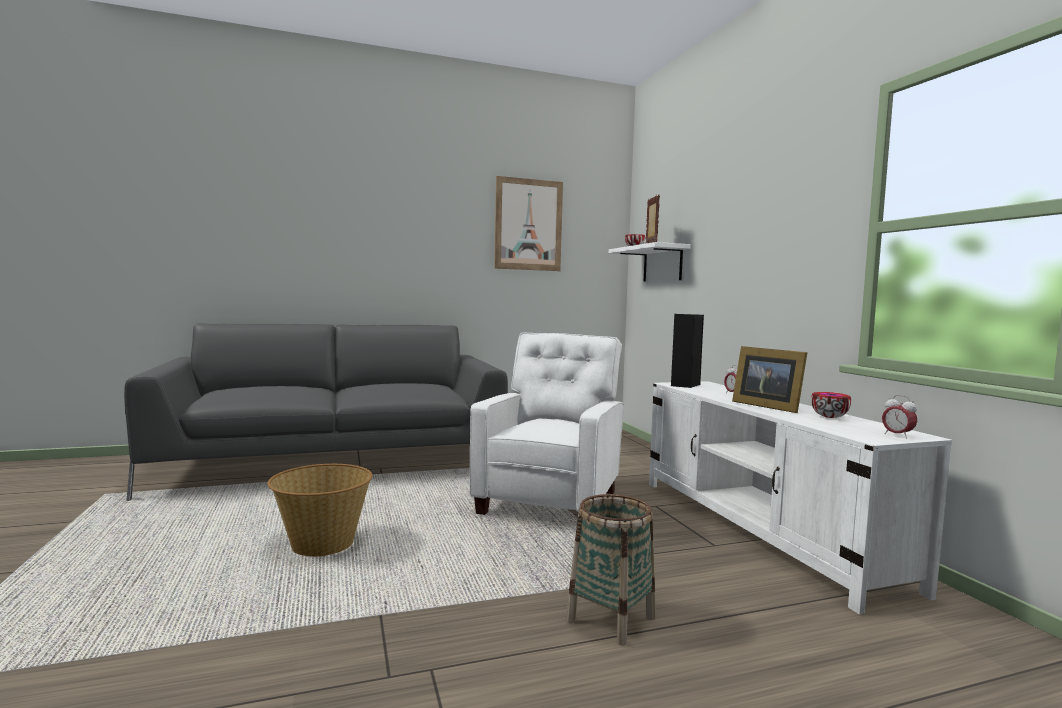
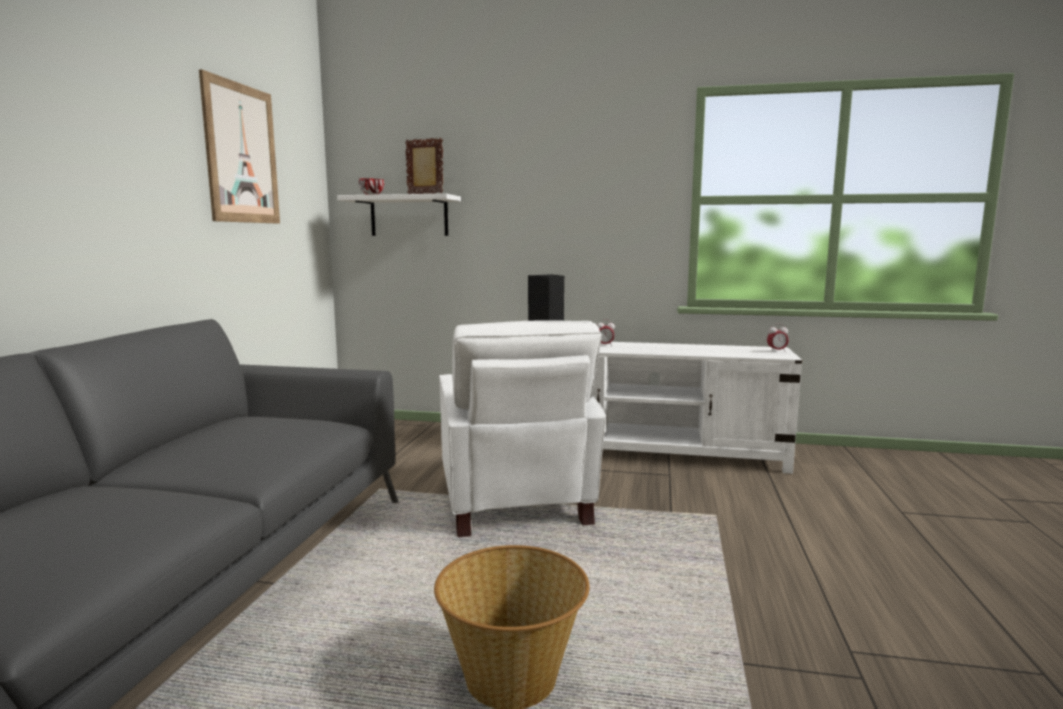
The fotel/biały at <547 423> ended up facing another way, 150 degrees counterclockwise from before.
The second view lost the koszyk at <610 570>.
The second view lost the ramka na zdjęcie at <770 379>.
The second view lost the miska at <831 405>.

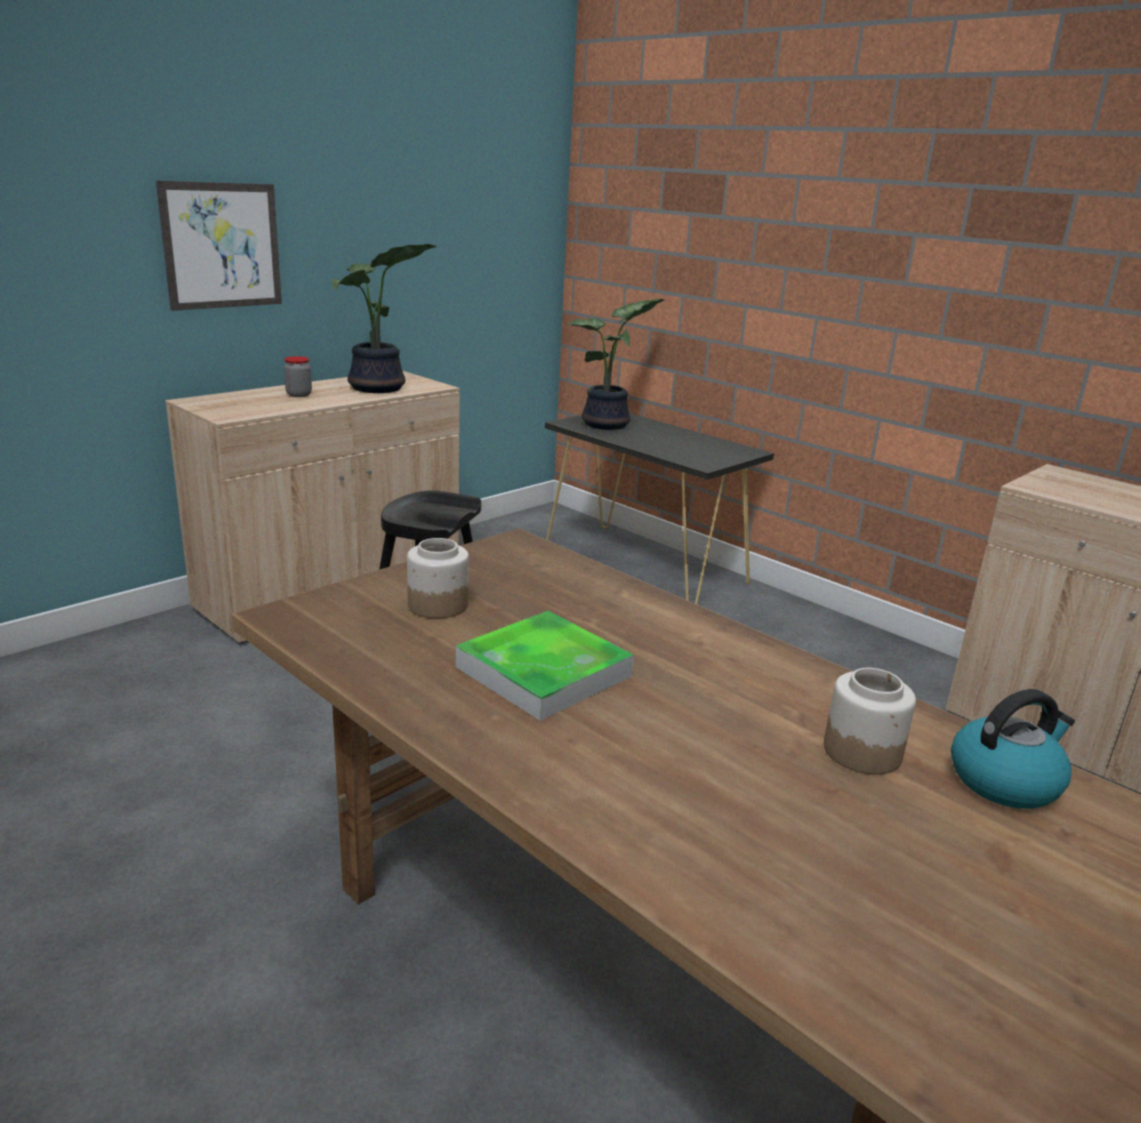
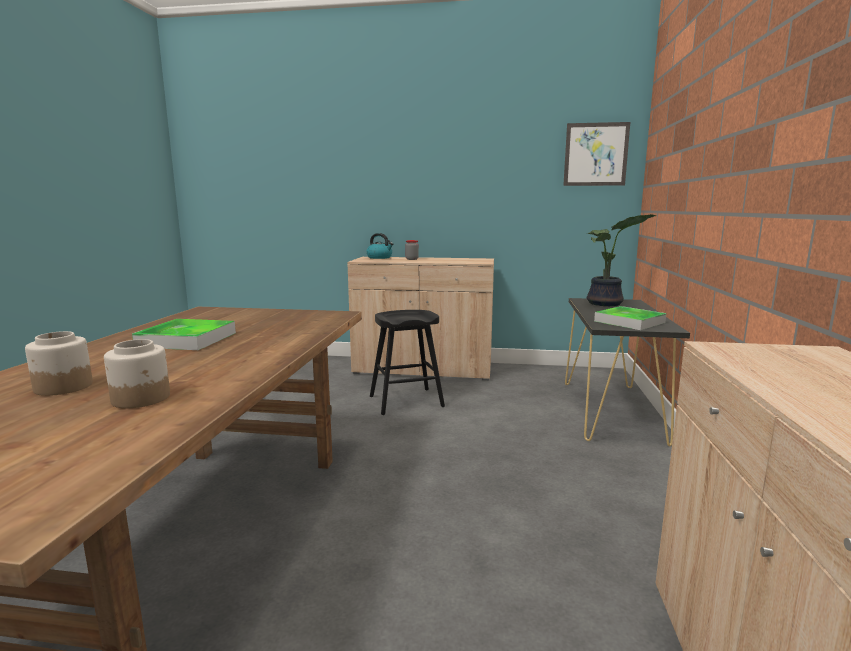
The obraz ended up elsewhere, having gone from <219 246> to <596 154>.
The second view lost the roślina doniczkowa at <384 318>.
The słoik ended up elsewhere, having gone from <438 578> to <59 363>.
The czajnik ended up elsewhere, having gone from <1013 749> to <380 246>.
The second view gained the taca at <630 318>.

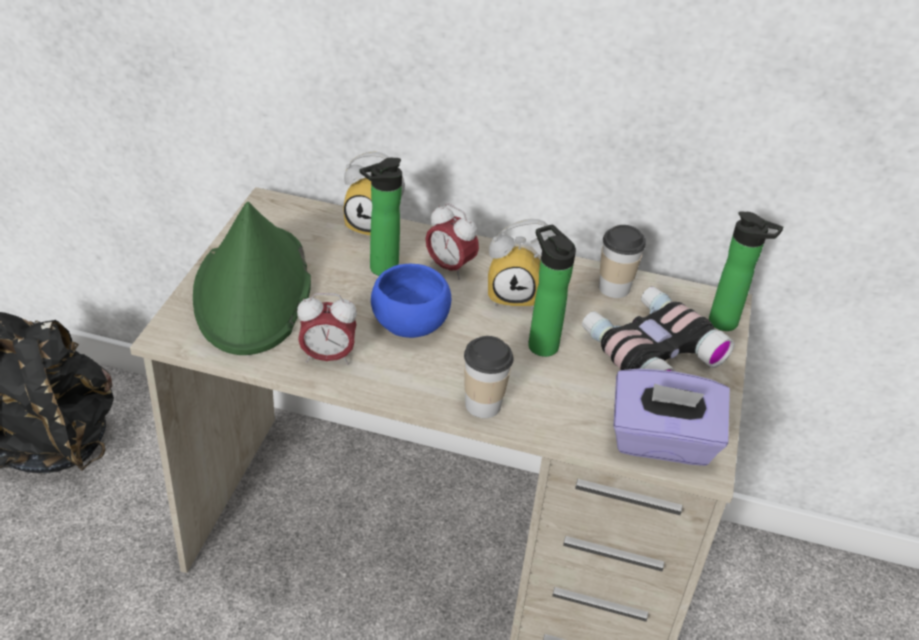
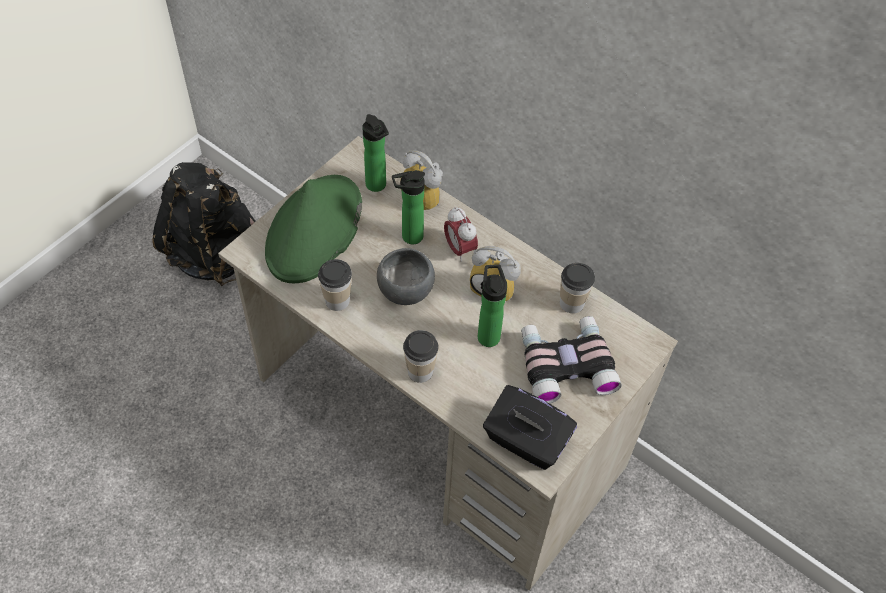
Where the budzik stood at <327 329>, the filiżanka came to stand at <335 285>.
What was the miska/niebieski at <411 301> turned into the miska/szary at <406 276>.
What was the pudełko chusteczek/fioletowy at <672 417> turned into the pudełko chusteczek/czarny at <530 427>.
The butelka ended up elsewhere, having gone from <746 271> to <375 153>.

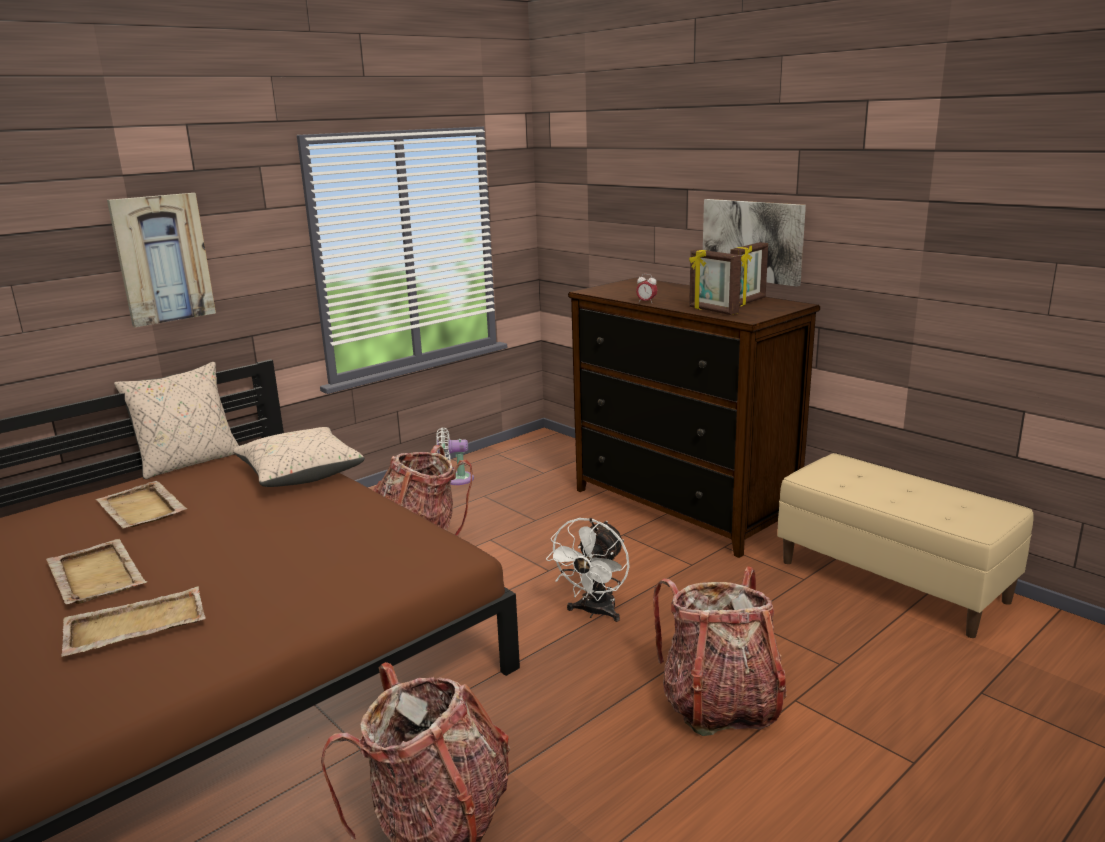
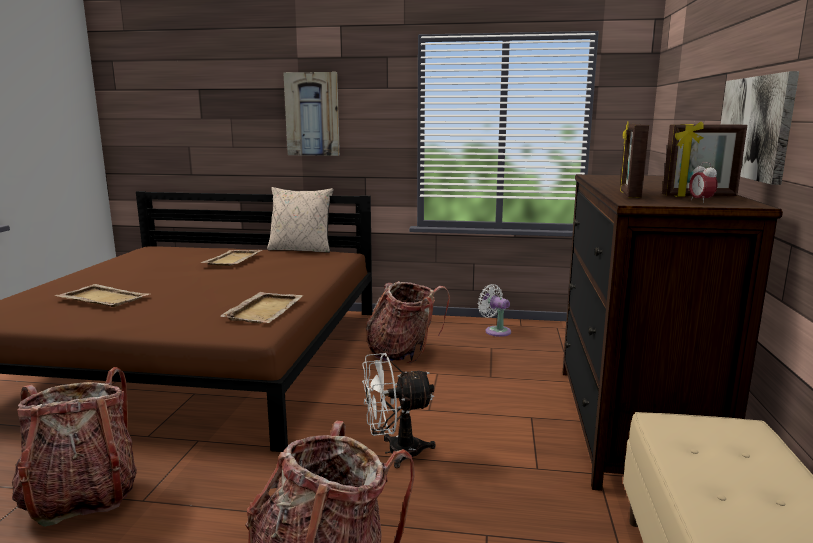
The taca/beżowy ended up elsewhere, having gone from <97 571> to <262 307>.
The second view lost the poduszka/beżowy at <299 457>.
The budzik ended up elsewhere, having gone from <646 288> to <703 182>.

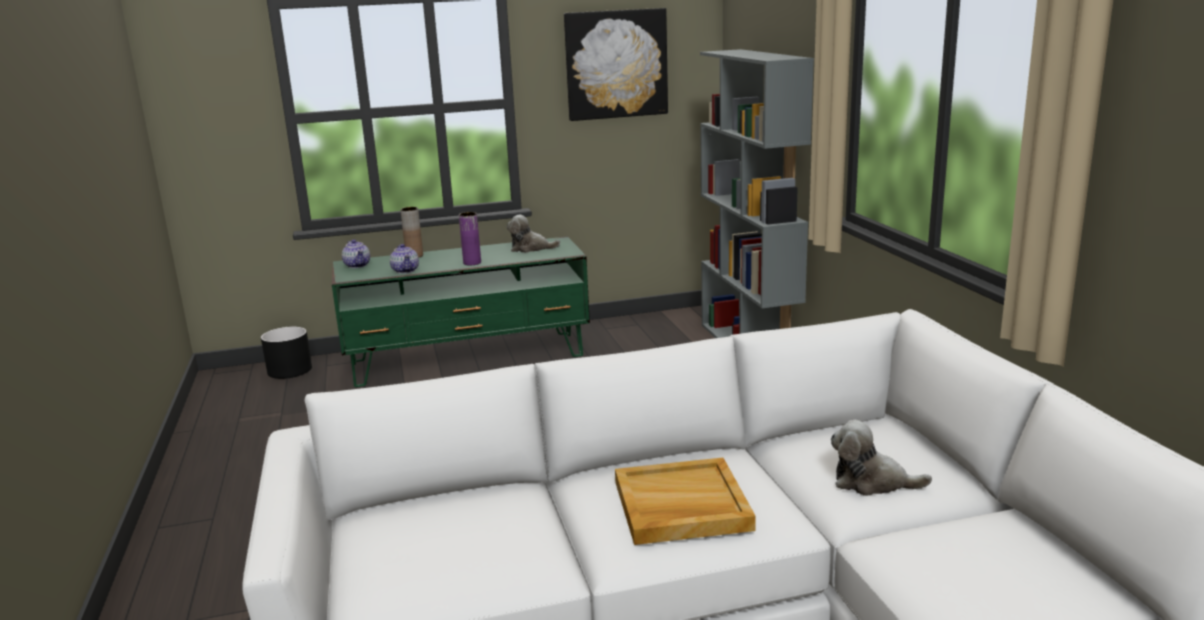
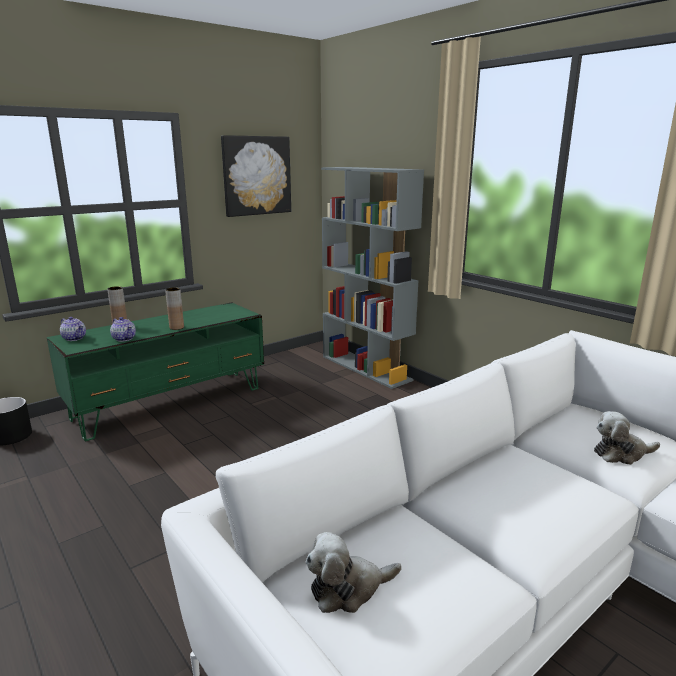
What was the wazon/fioletowy at <470 238> turned into the wazon/brązowy at <174 308>.
The pluszak ended up elsewhere, having gone from <533 234> to <353 572>.
The second view lost the taca/beżowy at <685 501>.

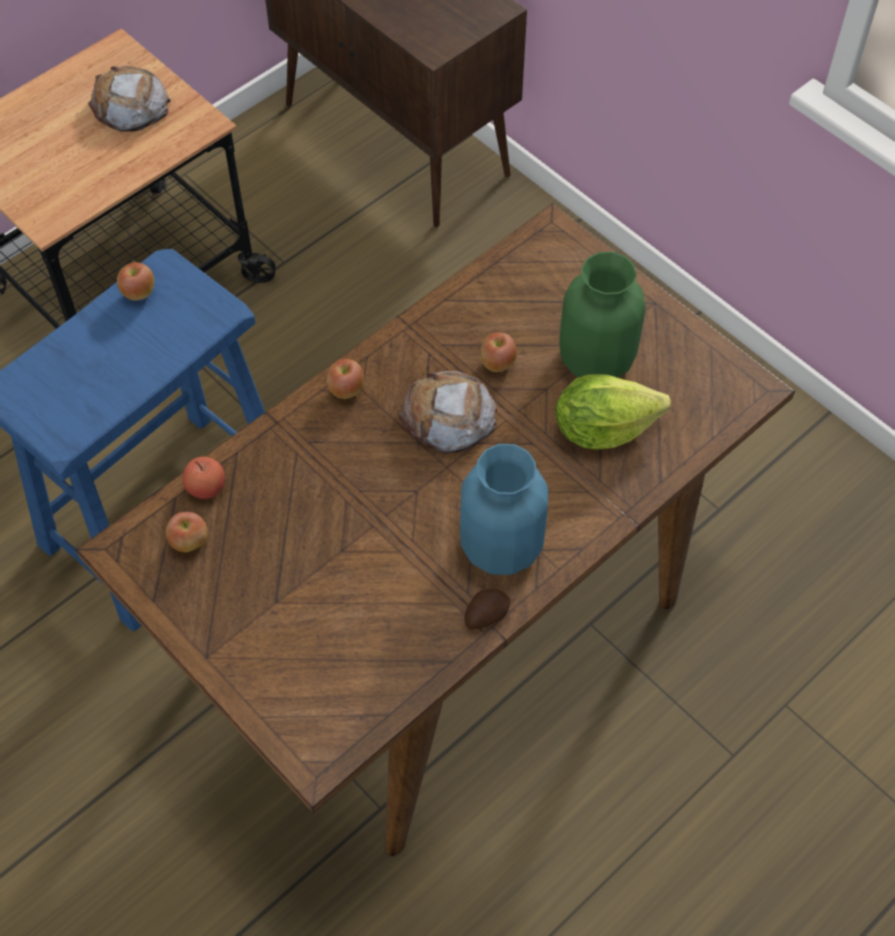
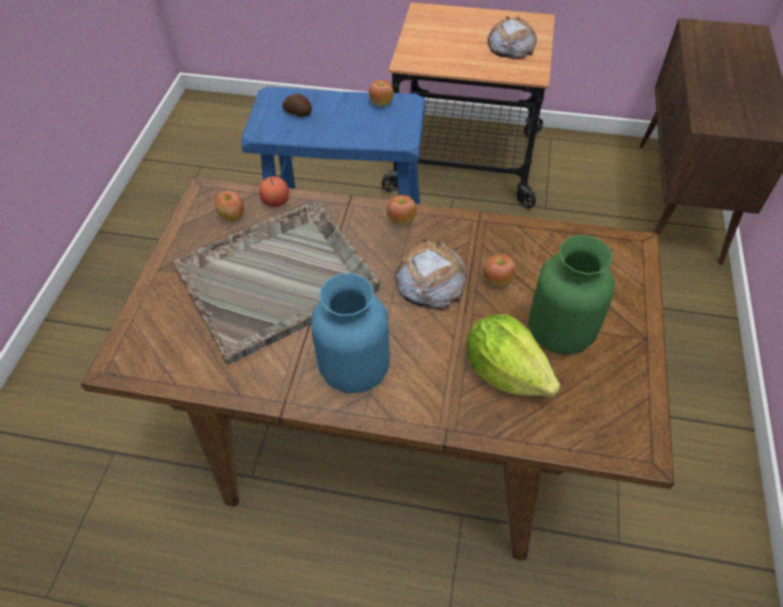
The ziemniak ended up elsewhere, having gone from <488 609> to <297 105>.
The second view gained the taca/szary at <276 282>.

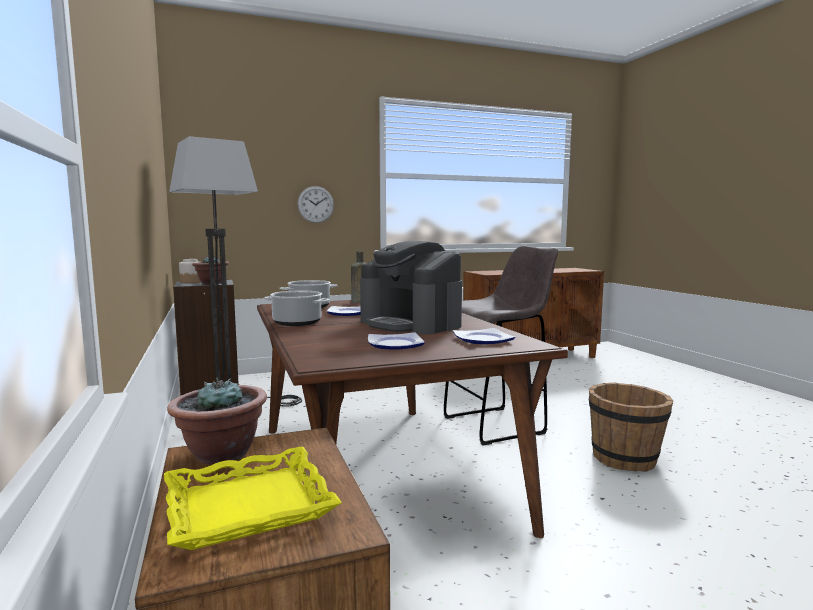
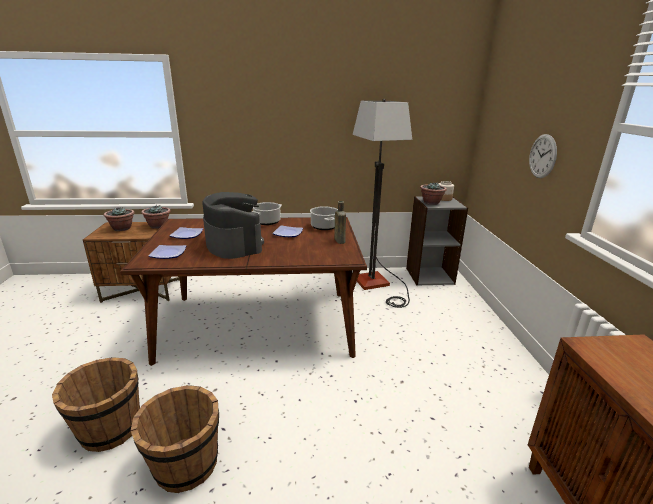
Where the taca/żółty stood at <253 498>, the roślina doniczkowa came to stand at <119 219>.
The ekspres do kawy at <411 288> ended up facing another way, 90 degrees clockwise from before.
The second view lost the stołek/szary at <501 346>.
The second view gained the wiadro/brązowy at <96 404>.

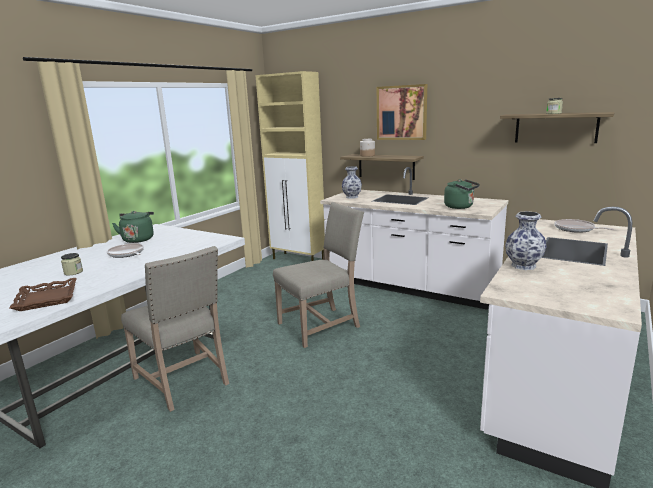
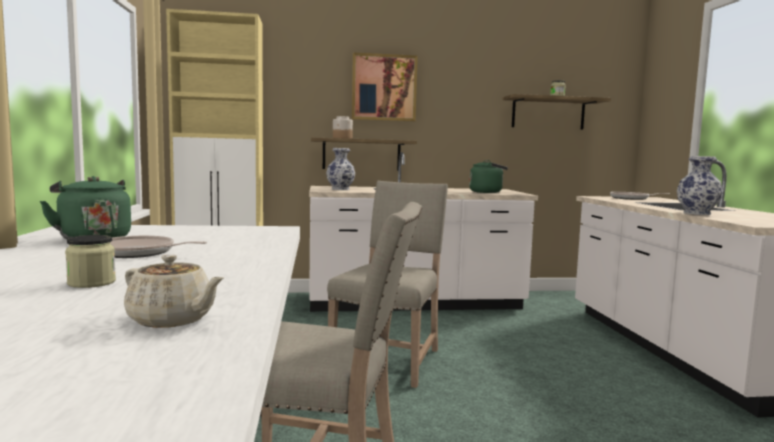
Where the taca/brązowy stood at <43 294>, the imbryk/beżowy came to stand at <174 291>.

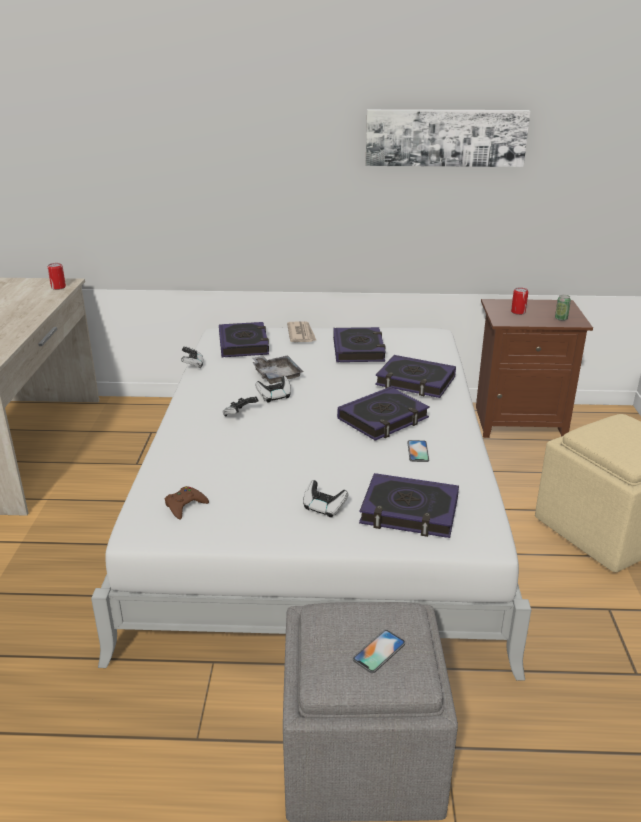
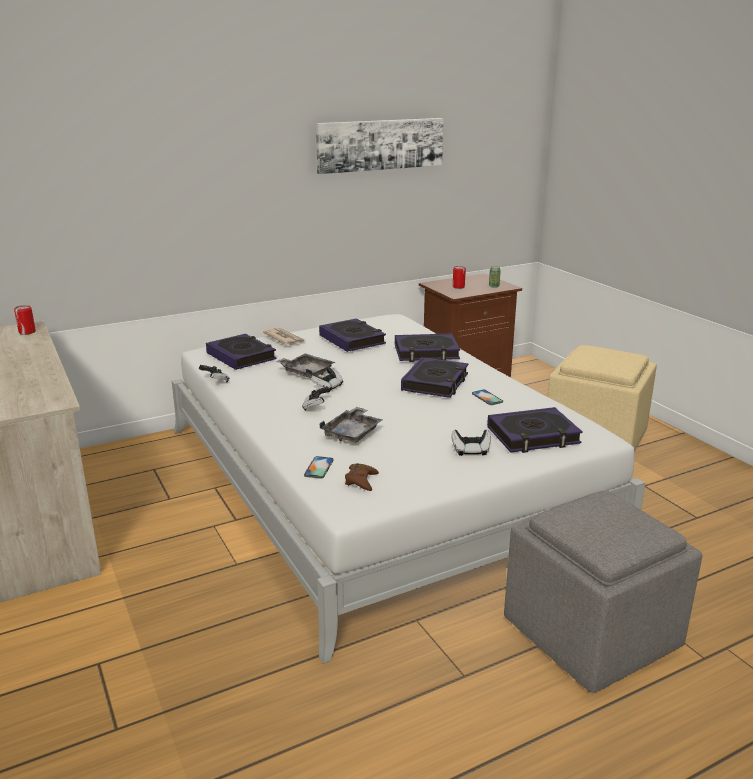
The telefon ended up elsewhere, having gone from <379 651> to <318 467>.
The second view gained the taca/szary at <351 424>.

